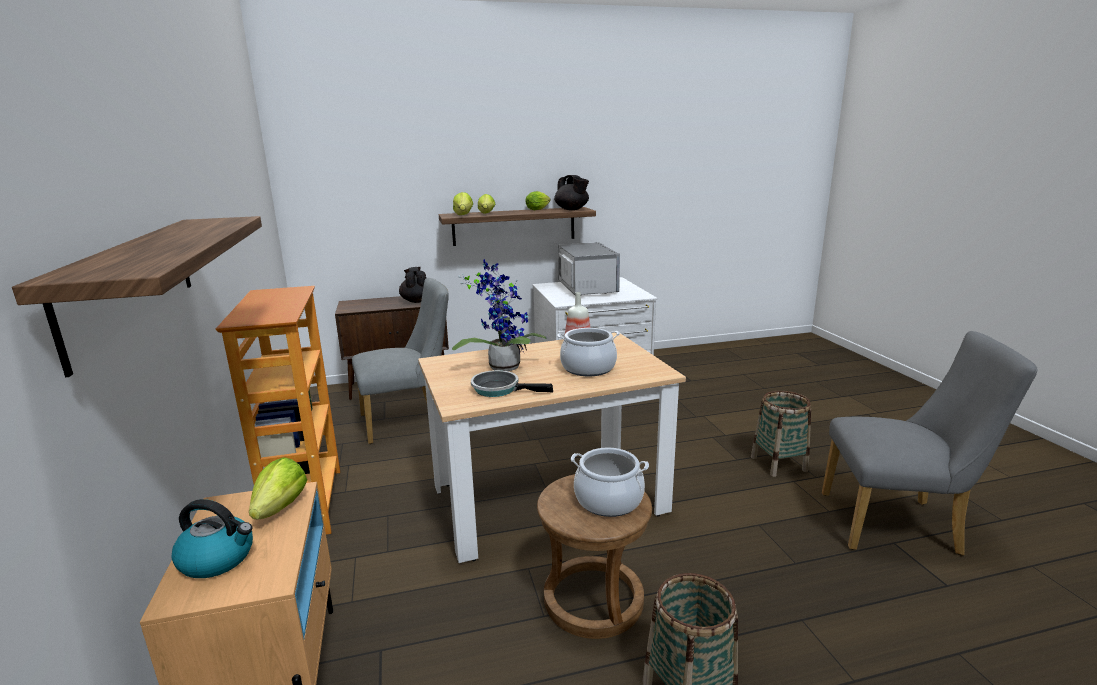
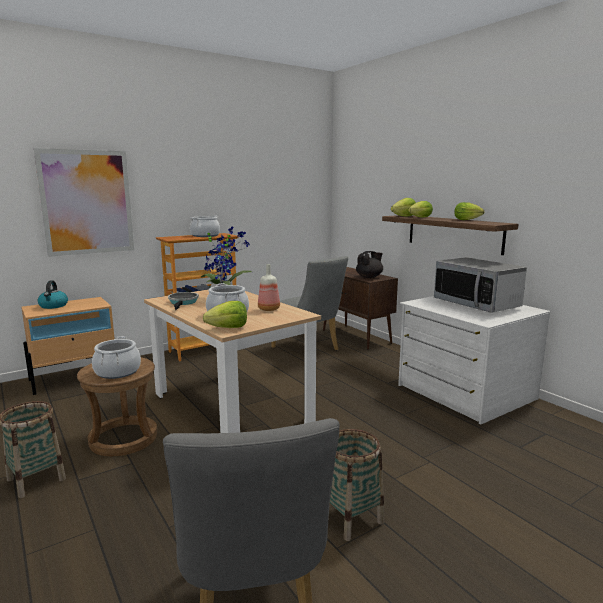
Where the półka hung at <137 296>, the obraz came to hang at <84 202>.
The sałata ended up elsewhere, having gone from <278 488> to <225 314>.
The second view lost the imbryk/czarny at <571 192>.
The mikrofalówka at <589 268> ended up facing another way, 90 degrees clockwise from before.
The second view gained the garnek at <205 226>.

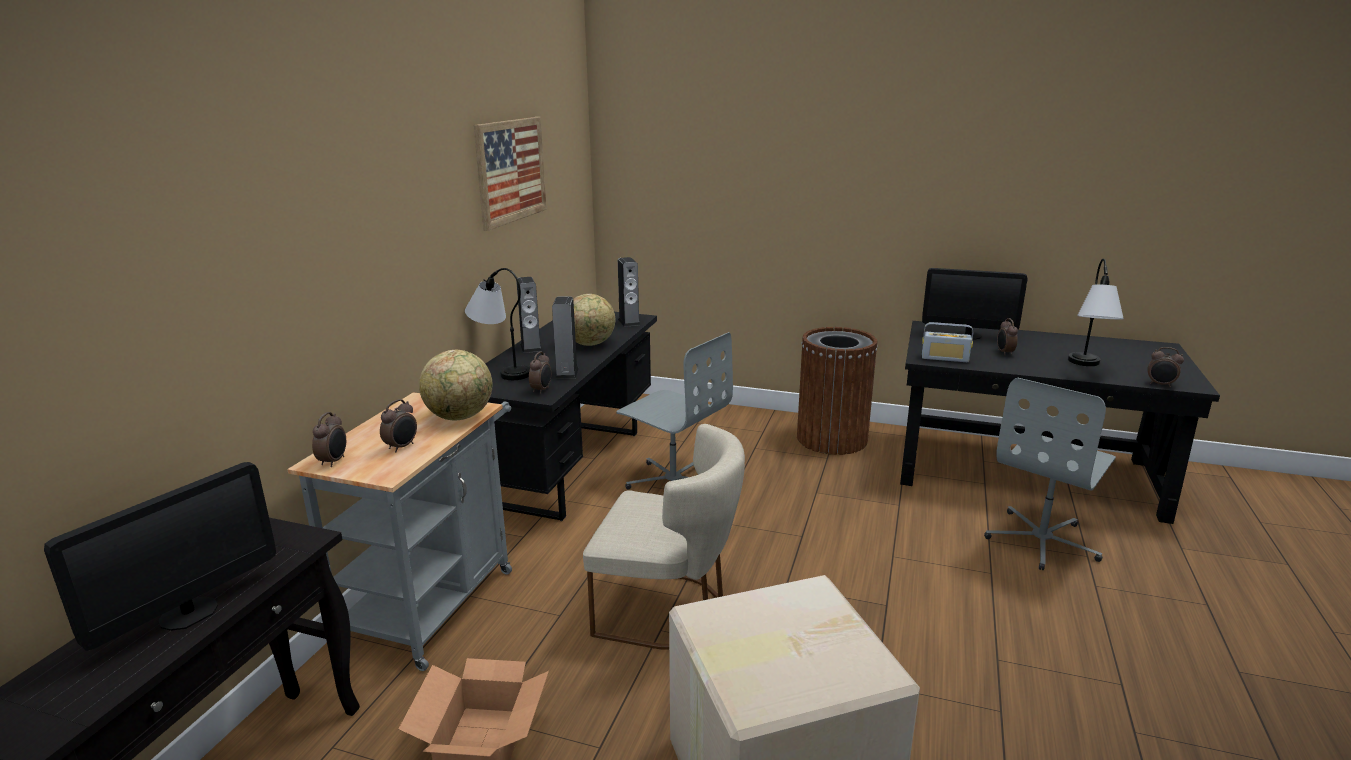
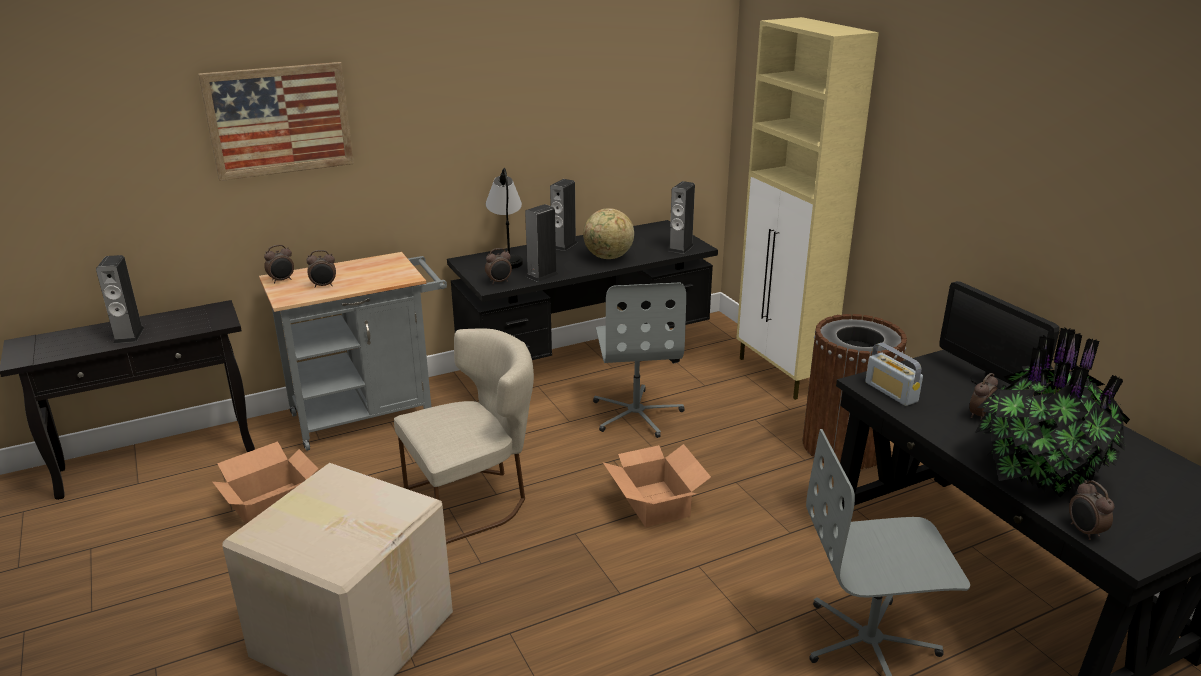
Where the monitor stood at <160 556>, the głośnik came to stand at <120 299>.
The second view lost the globus at <455 385>.
The obraz ended up elsewhere, having gone from <510 174> to <276 121>.
The krzesło/beżowy at <664 537> ended up facing another way, 90 degrees counterclockwise from before.
Where the lampa stołowa stood at <1096 312>, the roślina doniczkowa came to stand at <1052 412>.
The second view gained the karton at <657 485>.
The second view gained the szafka/beżowy at <807 208>.

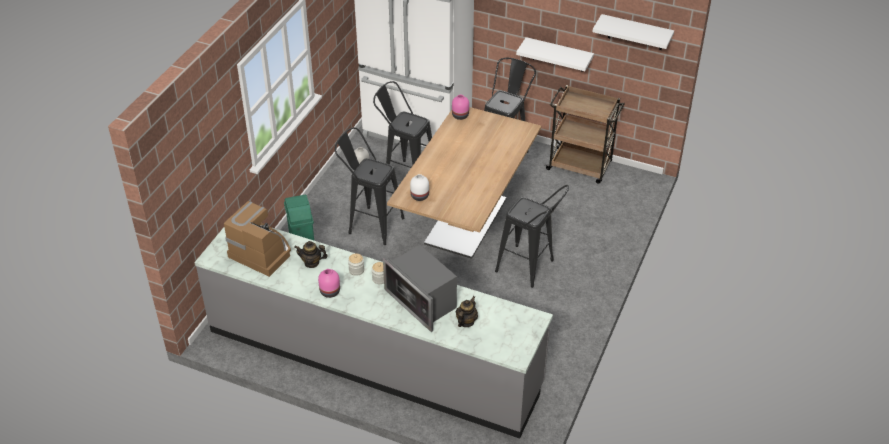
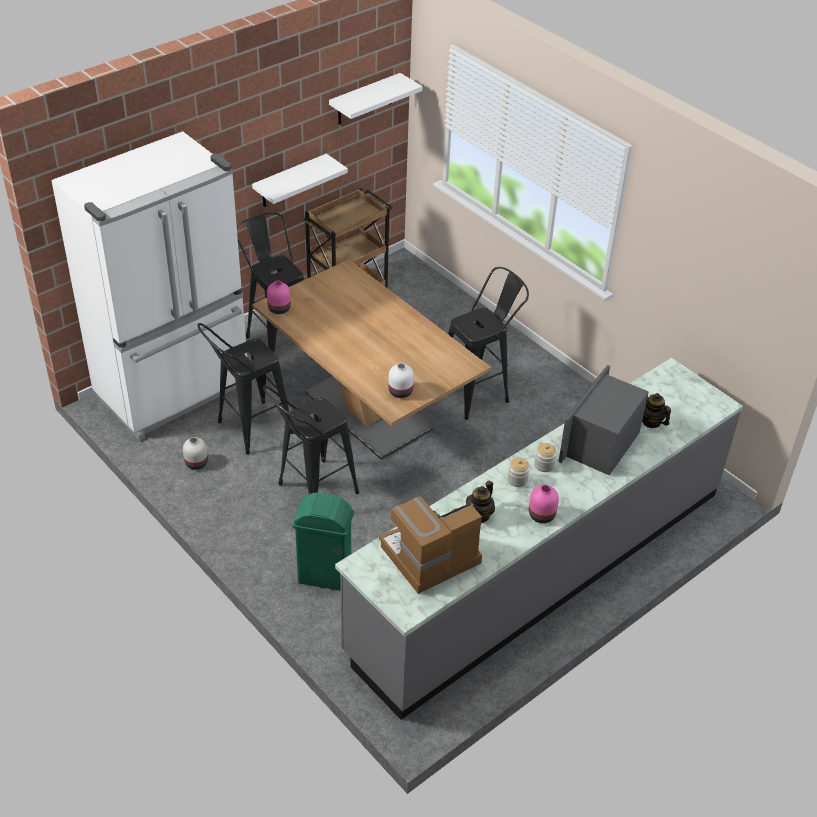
The mikrofalówka at <420 288> ended up facing another way, 135 degrees clockwise from before.

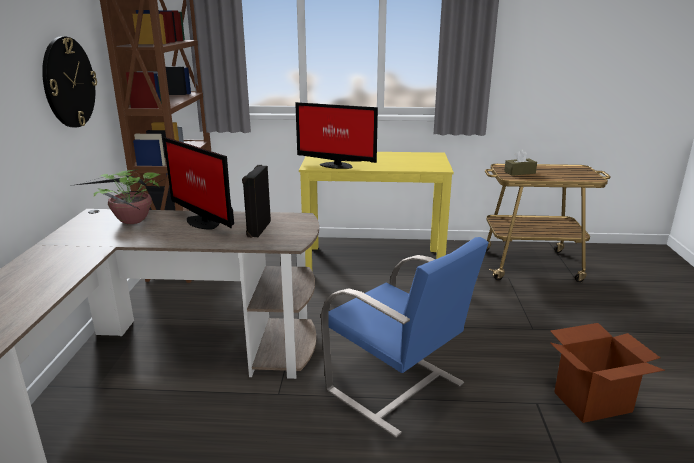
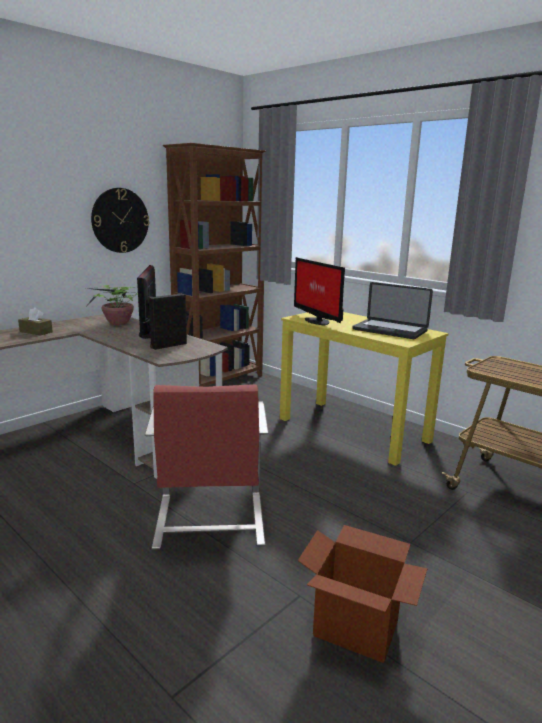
What was the krzesło/niebieski at <405 337> turned into the krzesło/czerwony at <206 467>.
The pudełko chusteczek/brązowy ended up elsewhere, having gone from <520 163> to <35 321>.
The second view gained the laptop at <392 310>.

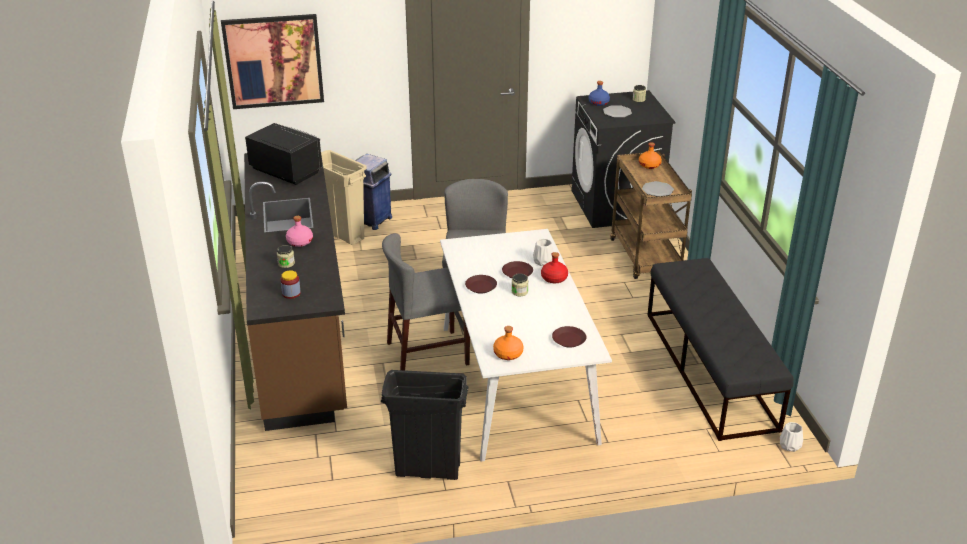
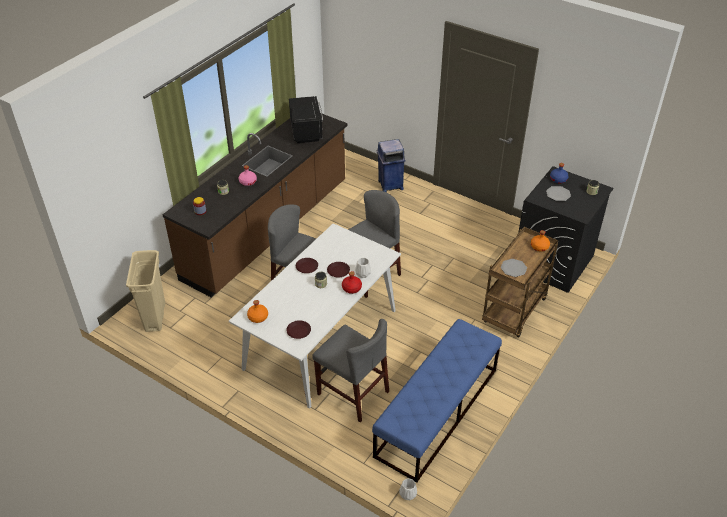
The second view lost the obraz at <272 61>.
The kosz na śmieci/beżowy ended up elsewhere, having gone from <344 197> to <145 291>.
The second view lost the kosz na śmieci/czarny at <425 425>.
What was the ławka/czarny at <720 349> turned into the ławka/niebieski at <437 401>.
The second view gained the krzesło/szary at <350 370>.

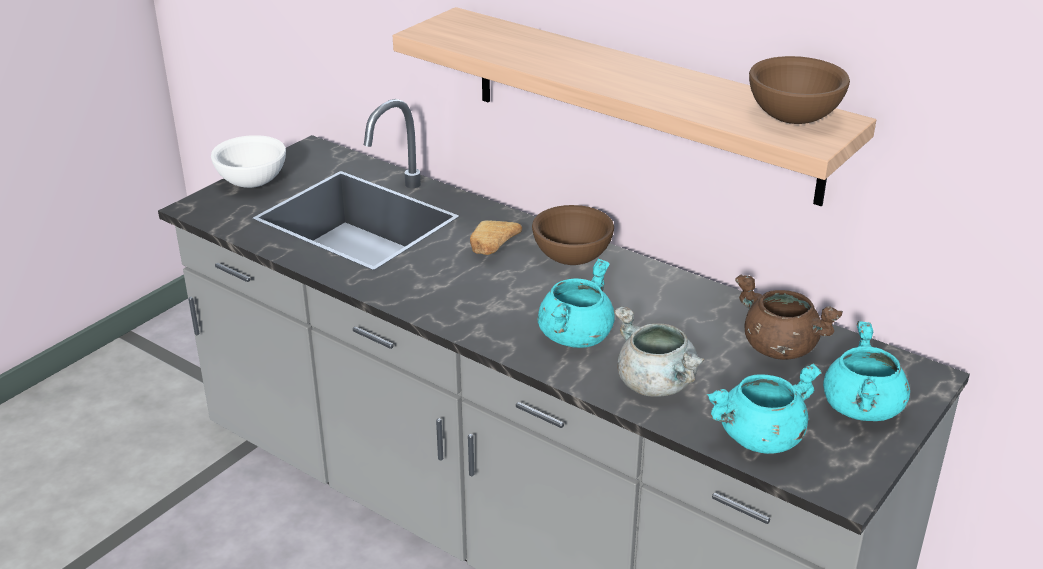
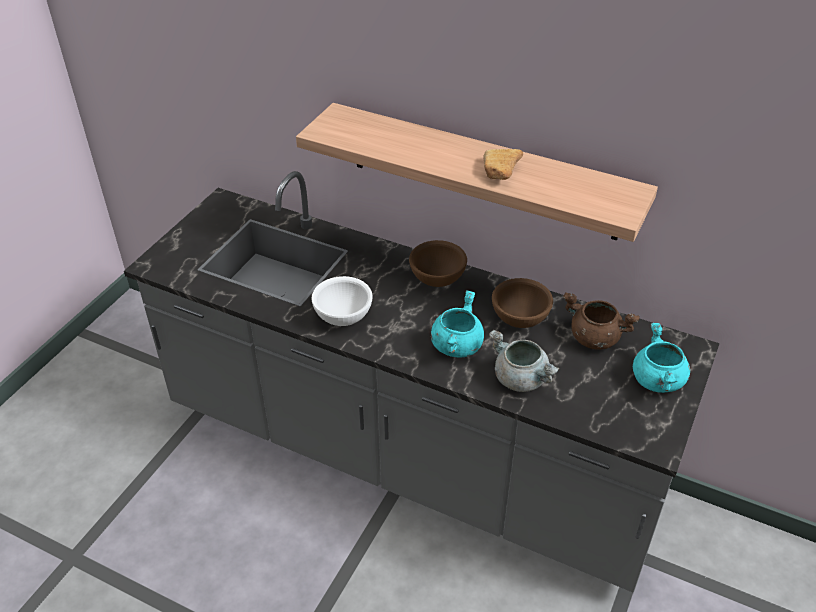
The miska/biały ended up elsewhere, having gone from <248 161> to <342 301>.
The chleb ended up elsewhere, having gone from <496 237> to <503 164>.
The second view lost the garnek/turkusowy at <764 408>.
The miska/brązowy ended up elsewhere, having gone from <799 90> to <522 303>.

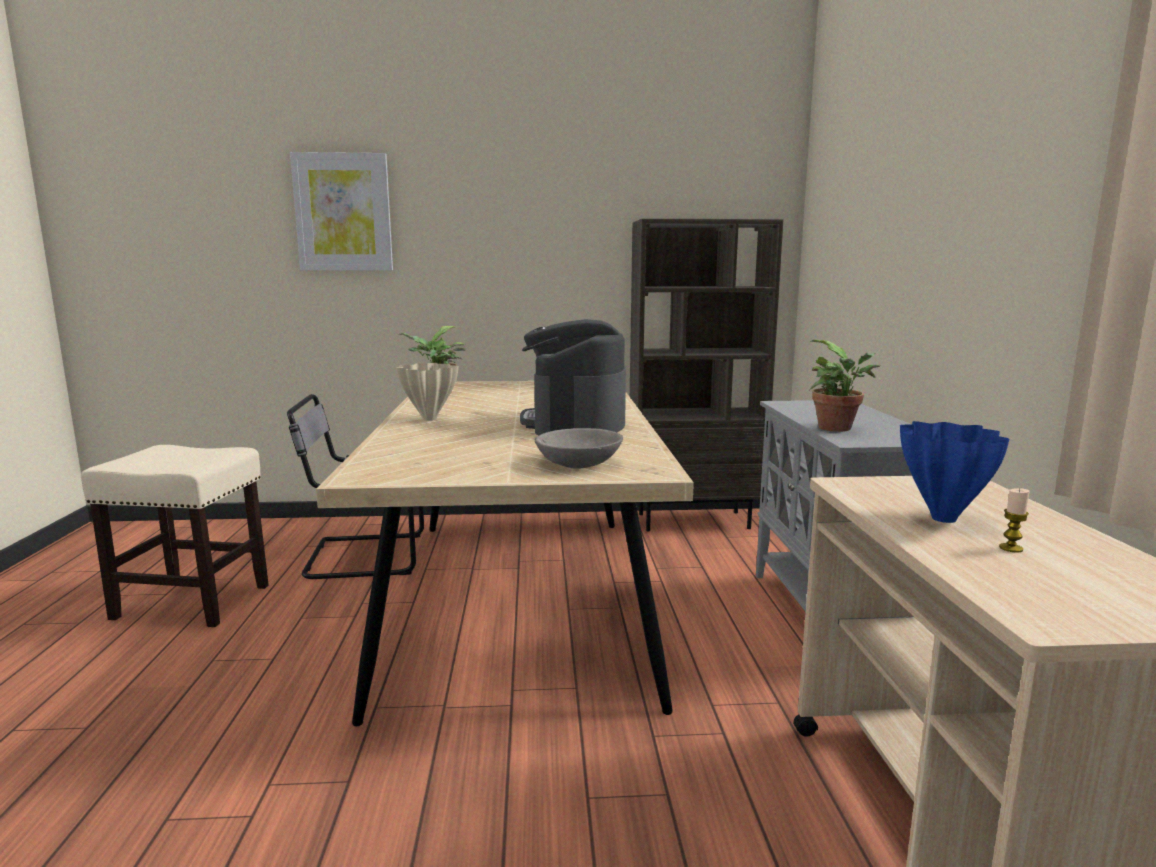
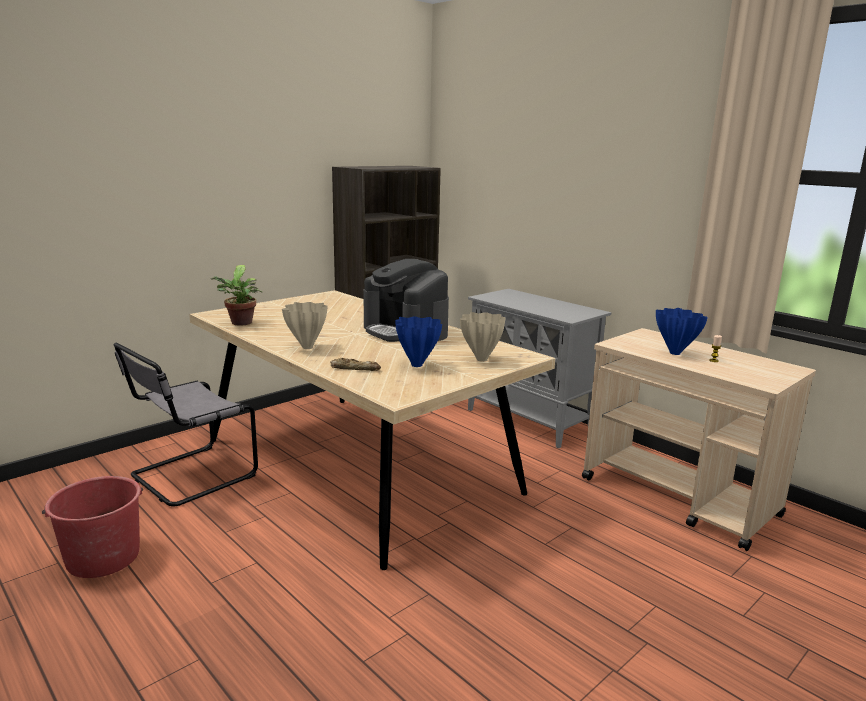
Where the stołek/beżowy stood at <175 536>, the wiadro/czerwony came to stand at <92 527>.
The second view lost the obraz at <341 211>.
Where the miska/szary stood at <579 448>, the wazon/beżowy came to stand at <483 337>.
The second view lost the roślina doniczkowa at <844 386>.
The second view gained the chleb at <355 364>.
The second view gained the wazon/niebieski at <418 341>.

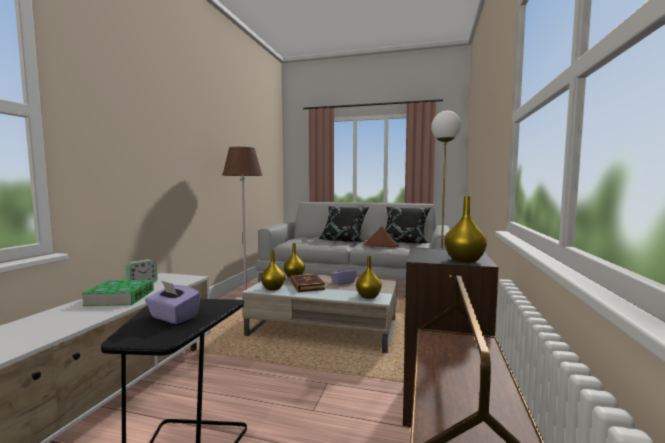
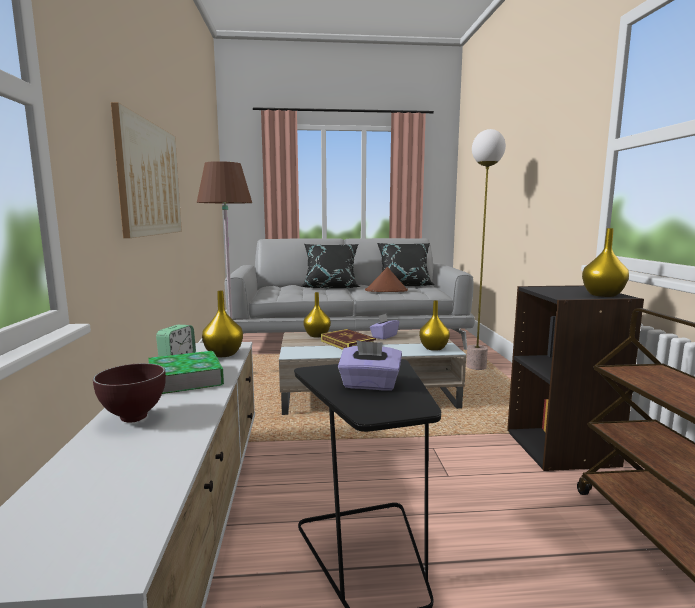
The wazon/żółty ended up elsewhere, having gone from <273 270> to <222 324>.
The second view gained the miska/brązowy at <129 393>.
The second view gained the obraz at <146 170>.

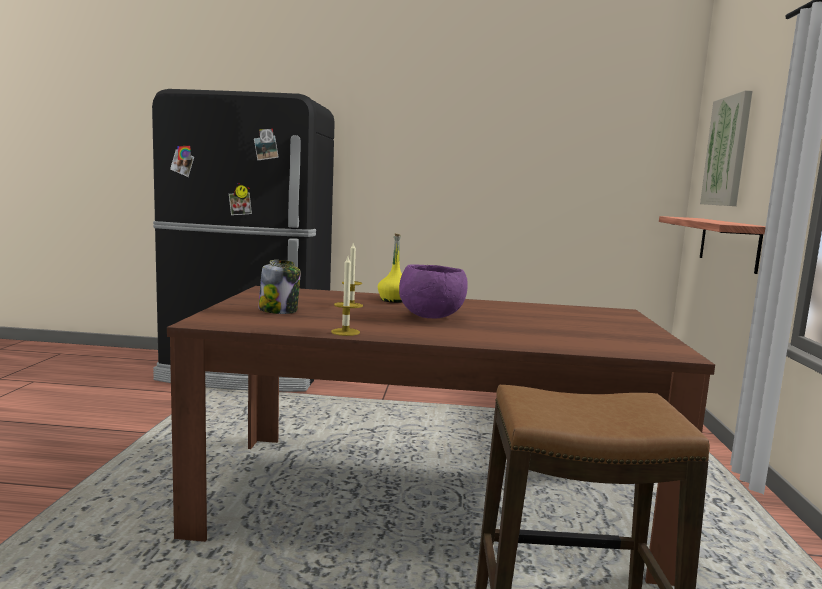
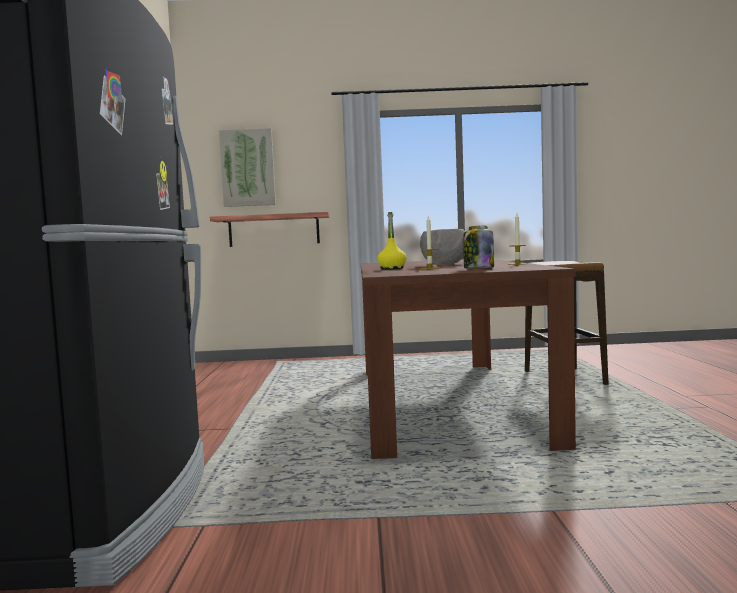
What was the miska/fioletowy at <433 291> turned into the miska/szary at <442 247>.

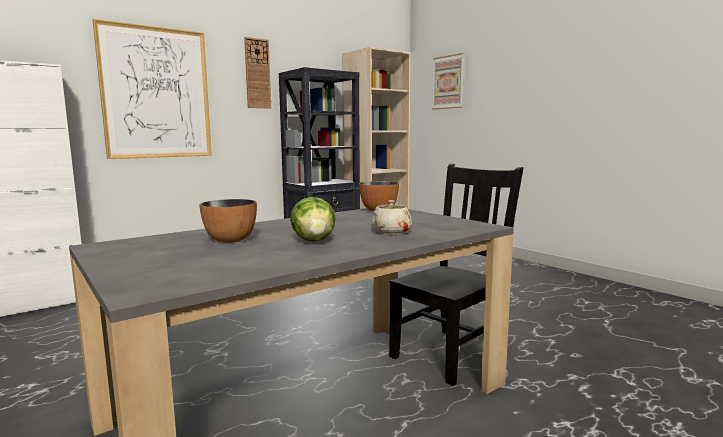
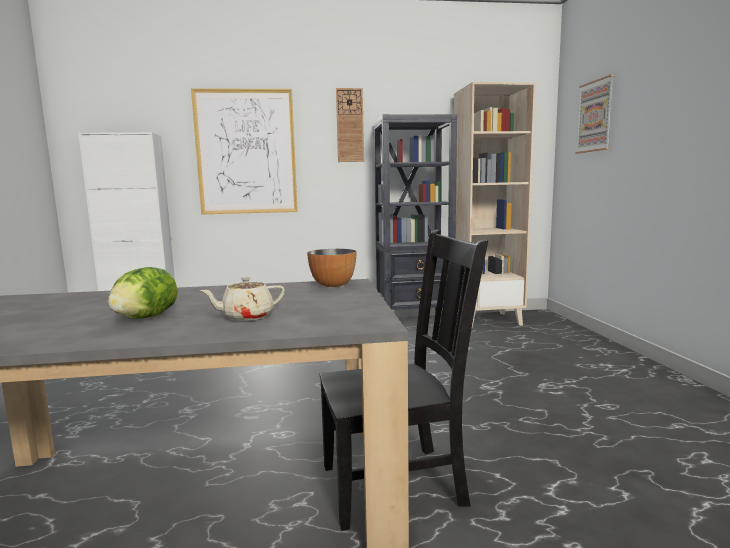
The second view lost the miska at <228 221>.

